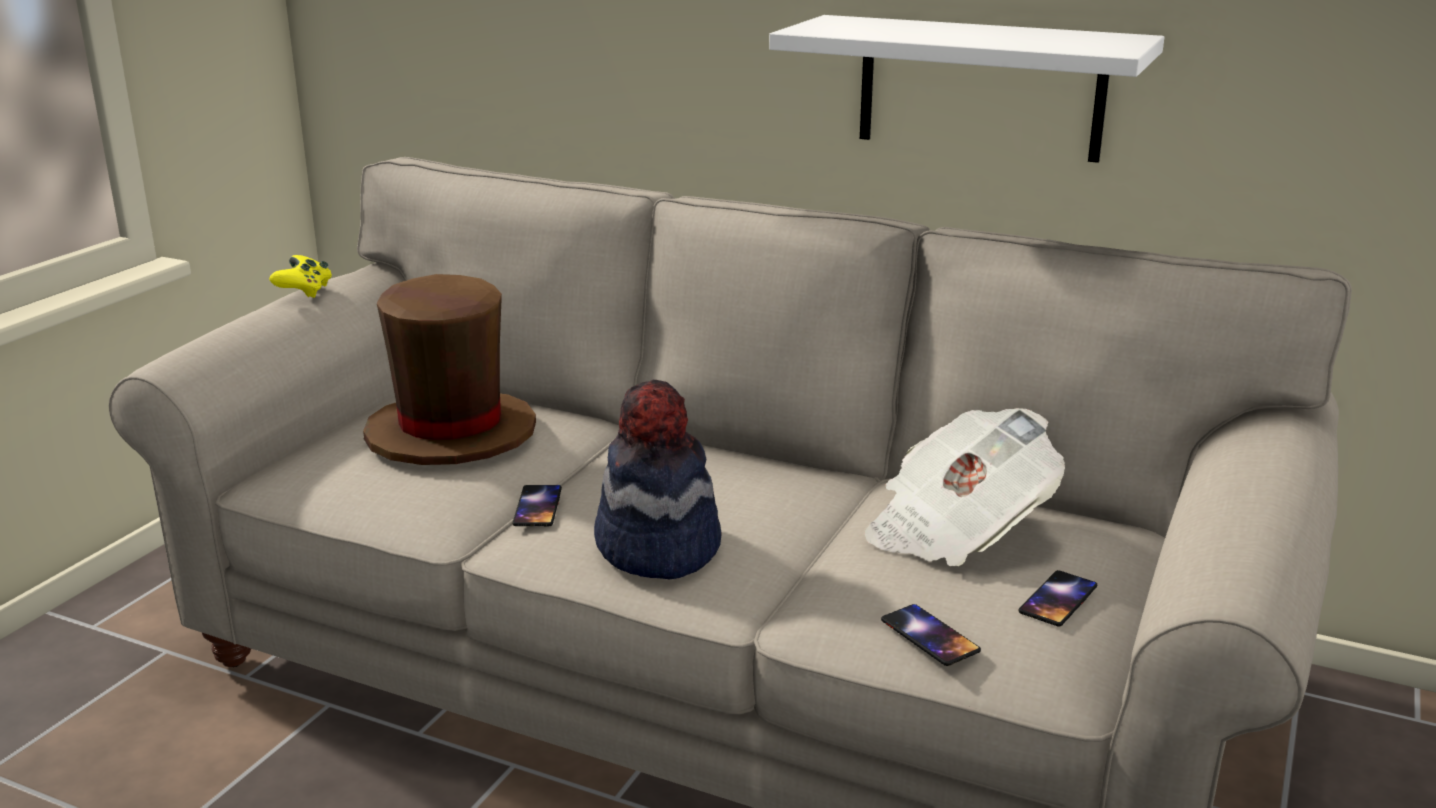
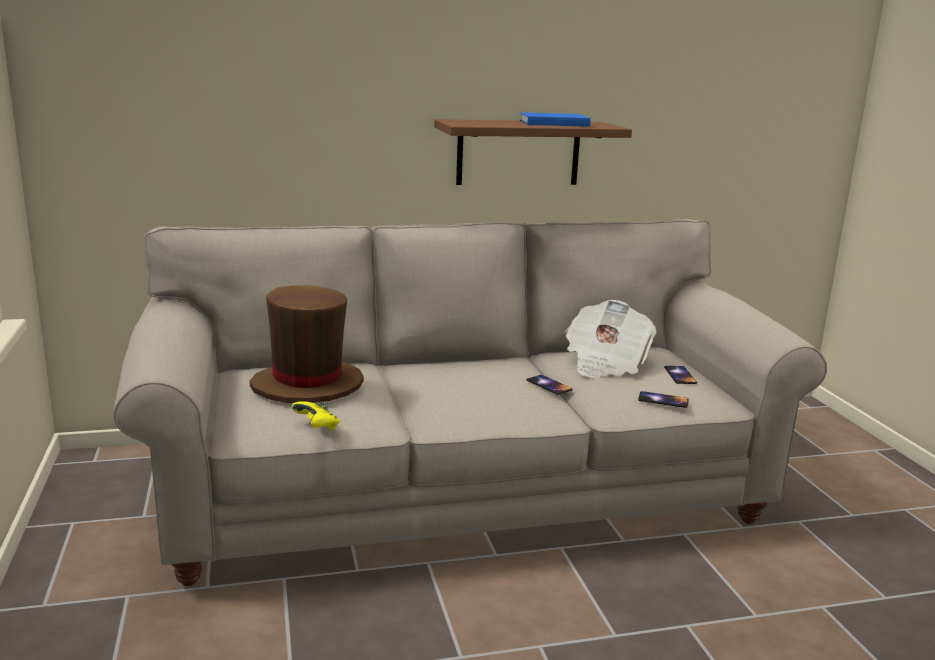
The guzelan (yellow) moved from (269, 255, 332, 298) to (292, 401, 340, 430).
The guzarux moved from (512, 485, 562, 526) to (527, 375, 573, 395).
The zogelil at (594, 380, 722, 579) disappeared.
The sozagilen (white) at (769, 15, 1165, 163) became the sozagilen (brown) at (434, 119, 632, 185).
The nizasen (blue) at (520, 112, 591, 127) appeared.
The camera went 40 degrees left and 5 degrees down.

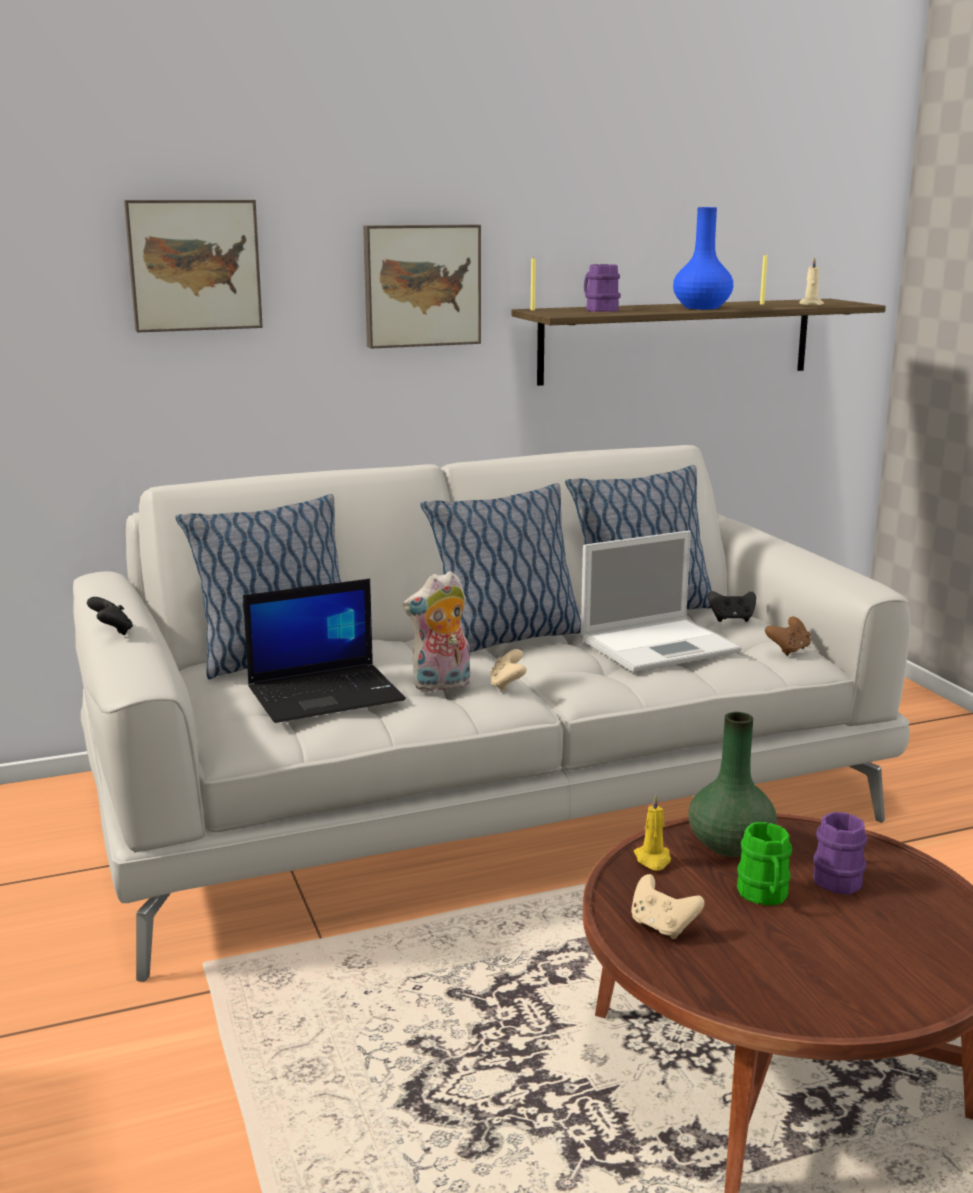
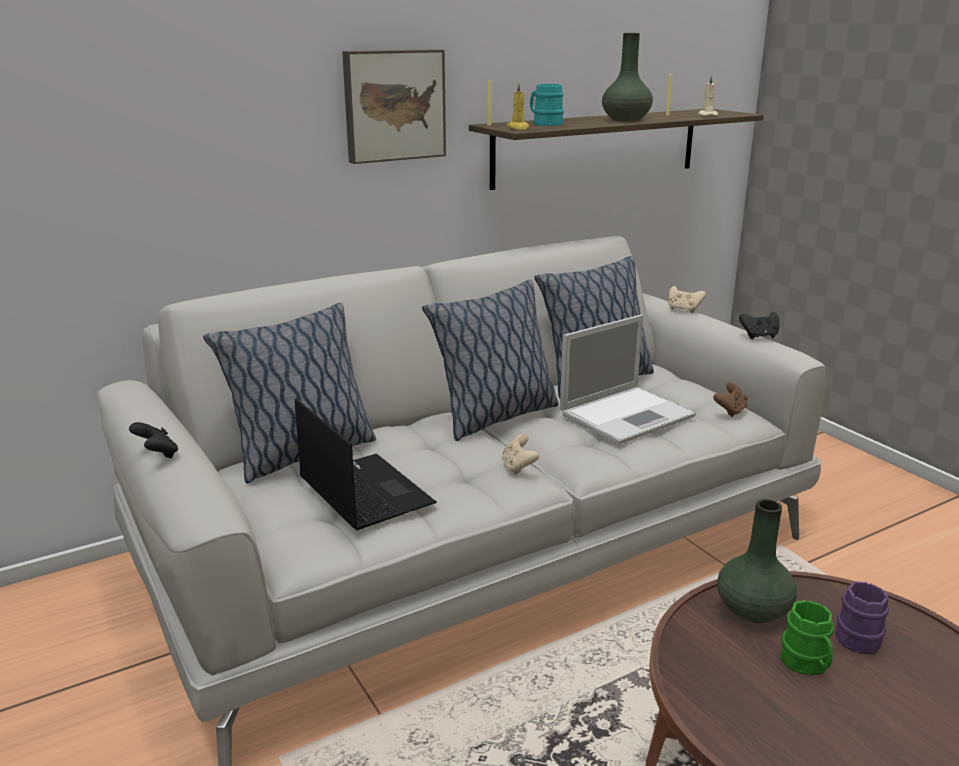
The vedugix at (124, 200, 263, 332) disappeared.
The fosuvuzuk at (243, 579, 406, 723) turned 90 degrees counterclockwise.
The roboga at (403, 571, 471, 692) disappeared.
The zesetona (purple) at (584, 264, 621, 312) became the zesetona (turquoise) at (530, 84, 564, 126).
The guzelan (beige) moved from (631, 874, 705, 939) to (668, 286, 706, 313).
The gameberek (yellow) moved from (634, 795, 671, 870) to (506, 83, 529, 129).
The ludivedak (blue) at (673, 207, 733, 309) became the ludivedak (green) at (602, 33, 653, 122).
The guzelan (black) moved from (708, 591, 756, 622) to (739, 312, 779, 339).
The camera went 10 degrees left and 5 degrees up.

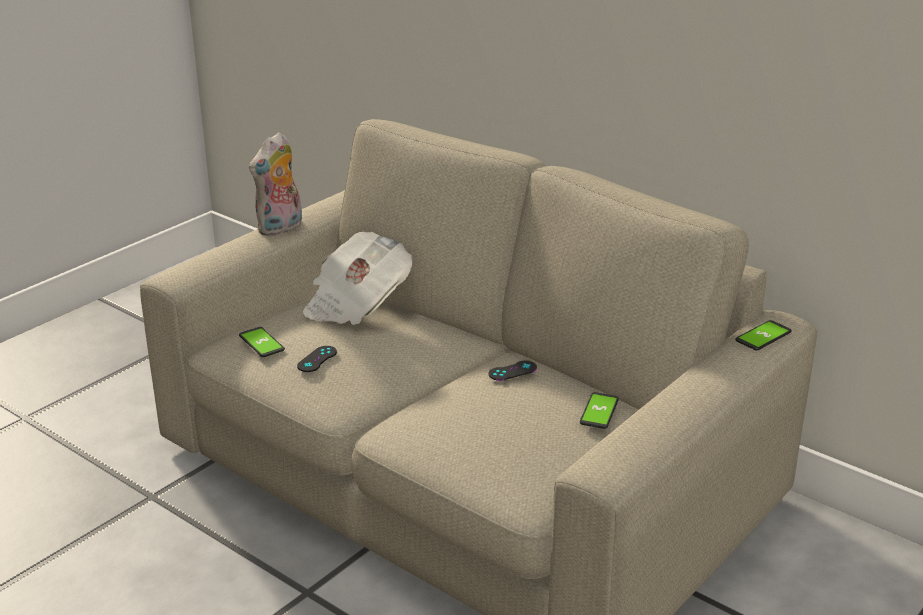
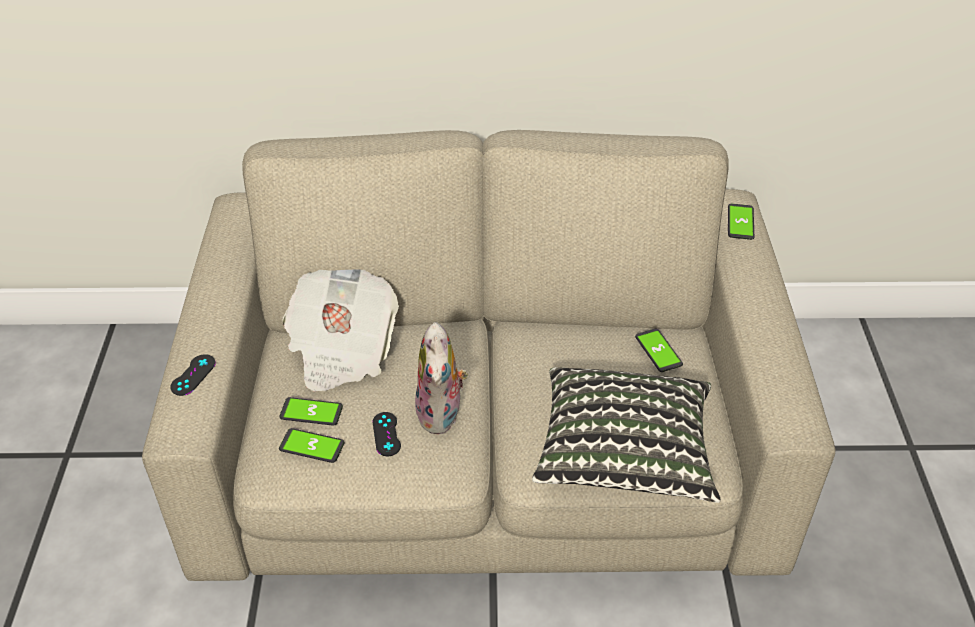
The roboga moved from (249, 132, 302, 236) to (415, 322, 468, 434).
The guzelan (black) moved from (488, 361, 537, 381) to (170, 354, 216, 396).
The guzarux at (279, 397, 343, 426) appeared.
The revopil at (532, 367, 721, 503) appeared.
The camera went 40 degrees left and 15 degrees up.

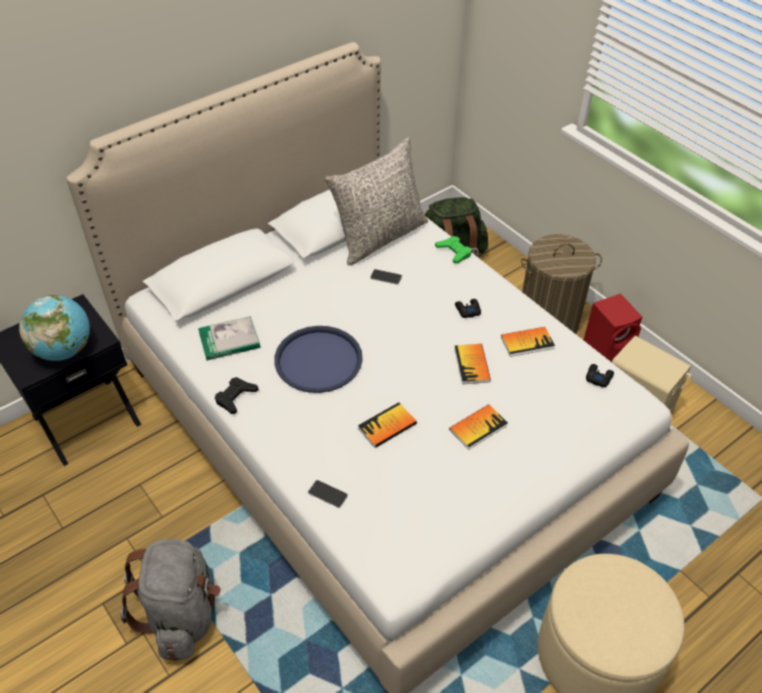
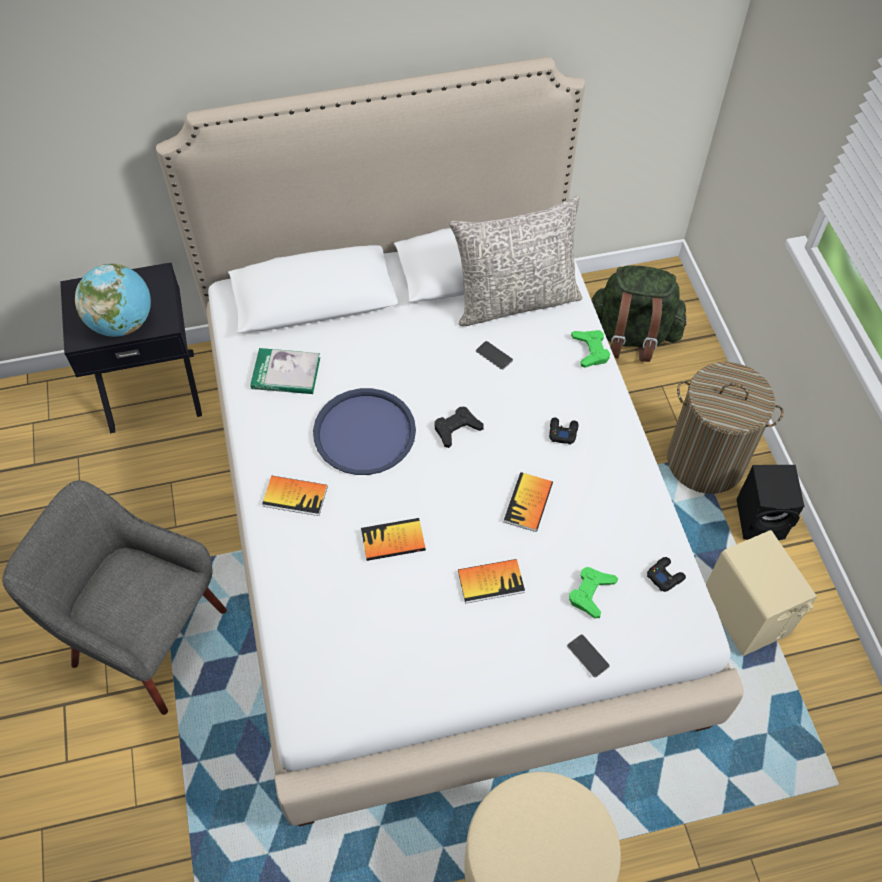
The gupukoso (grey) at (121, 539, 221, 661) was replaced by the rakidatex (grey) at (2, 480, 227, 715).
The guzelan (black) moved from (215, 377, 259, 414) to (434, 407, 484, 448).
The guzarux moved from (308, 480, 348, 508) to (567, 634, 610, 678).
The nizasen moved from (501, 327, 555, 357) to (262, 476, 327, 516).
The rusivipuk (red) at (584, 293, 643, 362) became the rusivipuk (black) at (736, 465, 805, 540).
The guzelan (green) at (569, 567, 618, 618) appeared.
The camera went 25 degrees right and 10 degrees up.

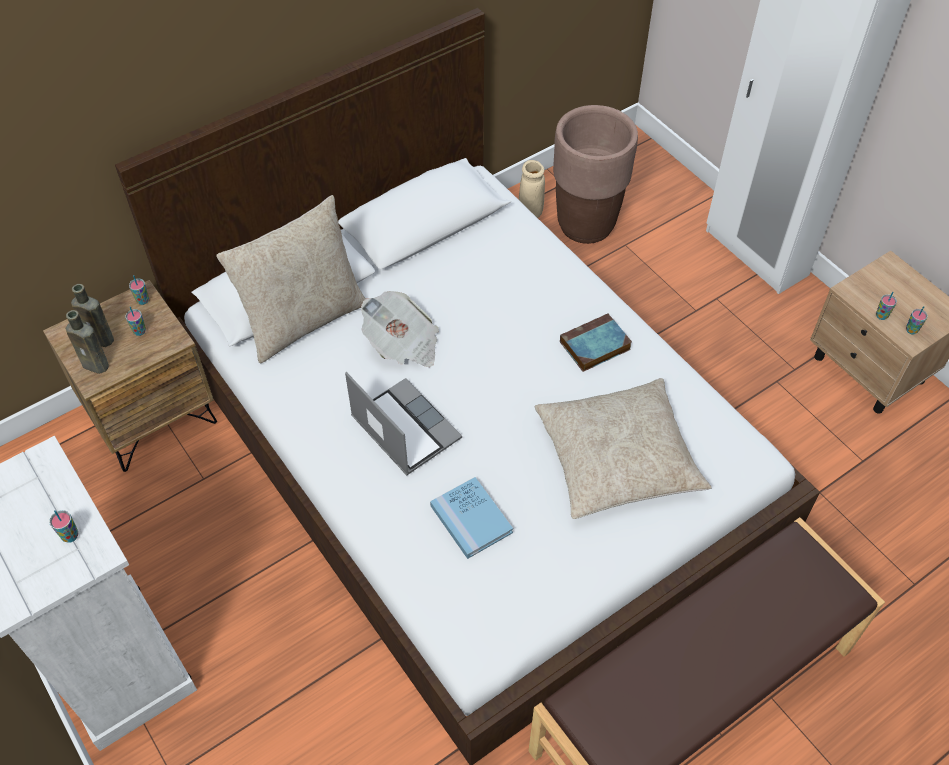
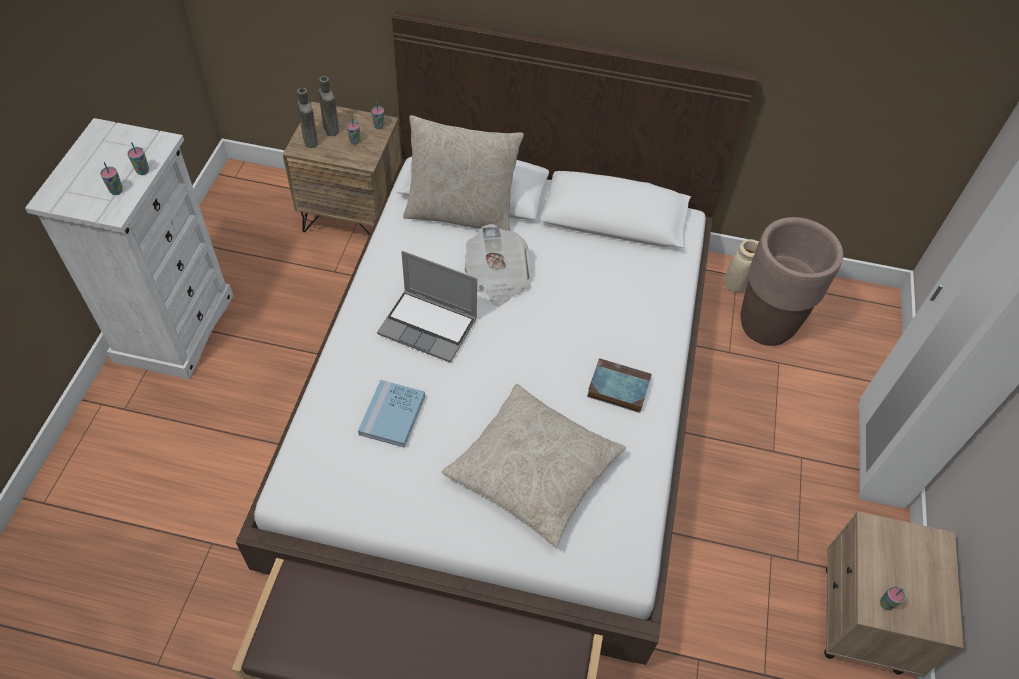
The fosuvuzuk at (345, 372, 462, 476) turned 105 degrees clockwise.
The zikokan moved from (876, 292, 897, 320) to (127, 142, 149, 175).
The camera went 45 degrees right and 0 degrees up.

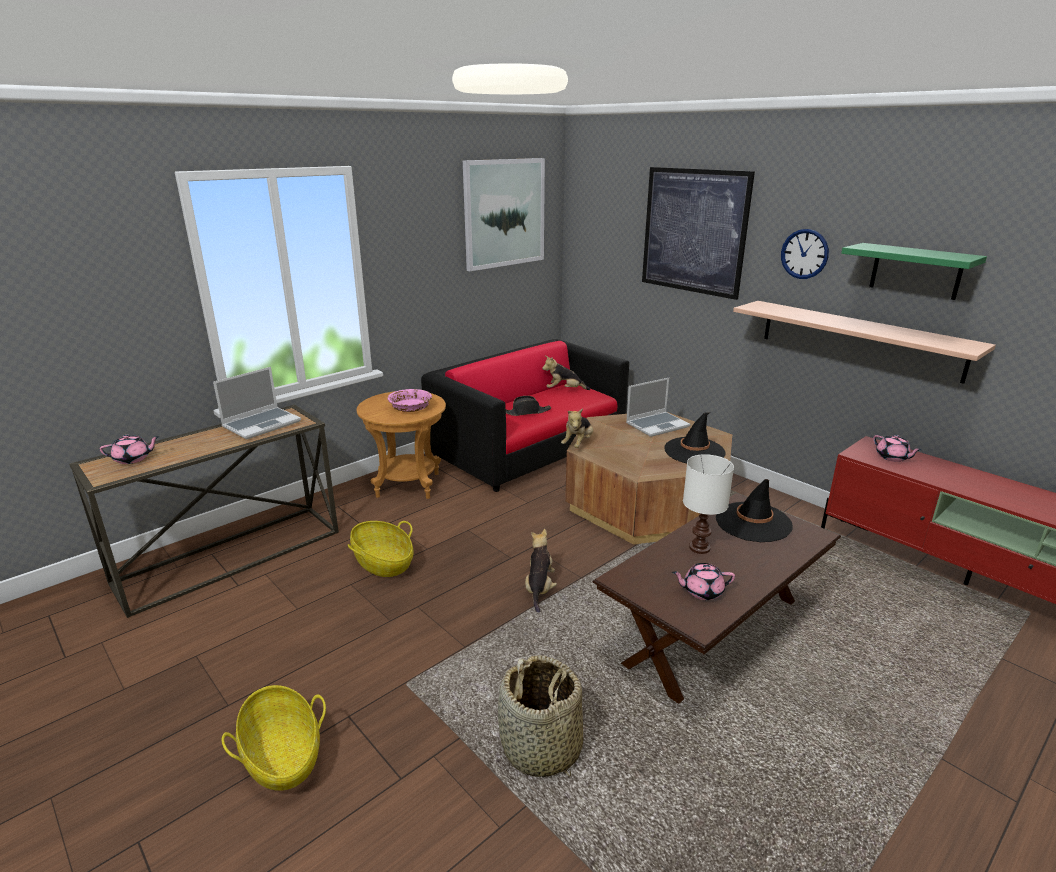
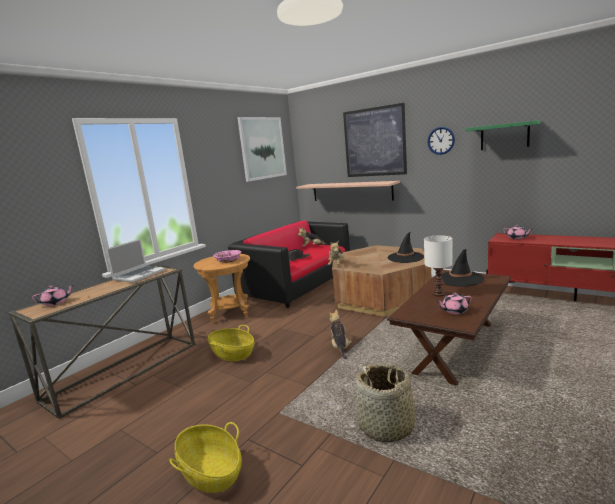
The fosuvuzuk at (626, 378, 690, 437) disappeared.
The sozagilen moved from (733, 301, 996, 384) to (296, 181, 400, 201).
The camera went 10 degrees left and 10 degrees down.

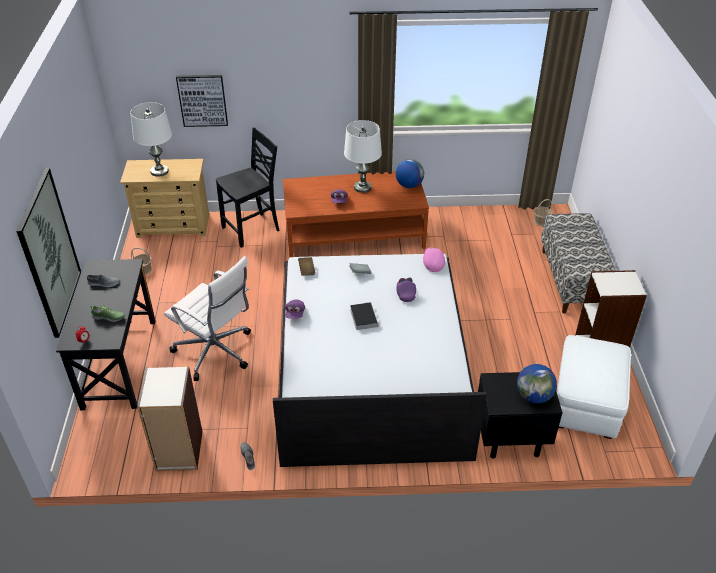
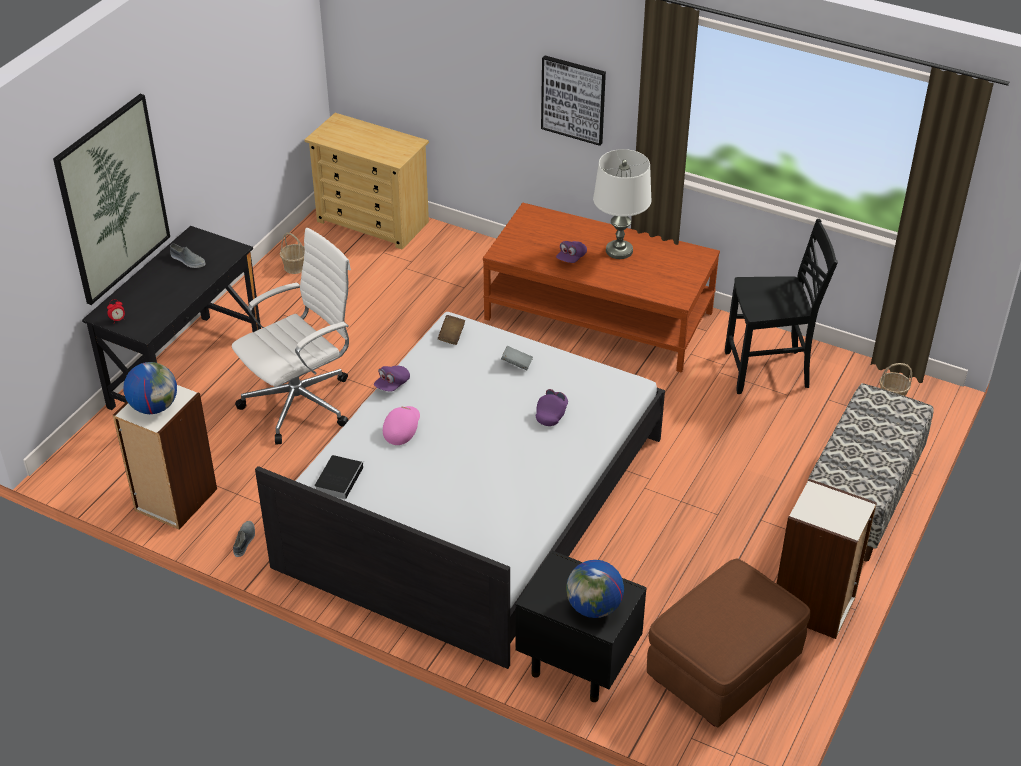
The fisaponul at (90, 305, 125, 322) disappeared.
The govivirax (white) at (130, 102, 172, 177) disappeared.
The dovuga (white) at (164, 256, 251, 381) turned 105 degrees counterclockwise.
The vedugix moved from (176, 75, 228, 127) to (541, 56, 606, 146).
The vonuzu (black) moved from (216, 127, 280, 248) to (725, 219, 838, 394).
The nizasen moved from (350, 302, 378, 330) to (314, 455, 365, 500).
The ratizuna moved from (395, 159, 424, 188) to (123, 362, 177, 414).
The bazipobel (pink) moved from (423, 248, 445, 272) to (383, 406, 420, 445).
The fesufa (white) at (557, 335, 631, 439) became the fesufa (brown) at (647, 559, 810, 727).
The camera went 30 degrees right and 0 degrees up.

